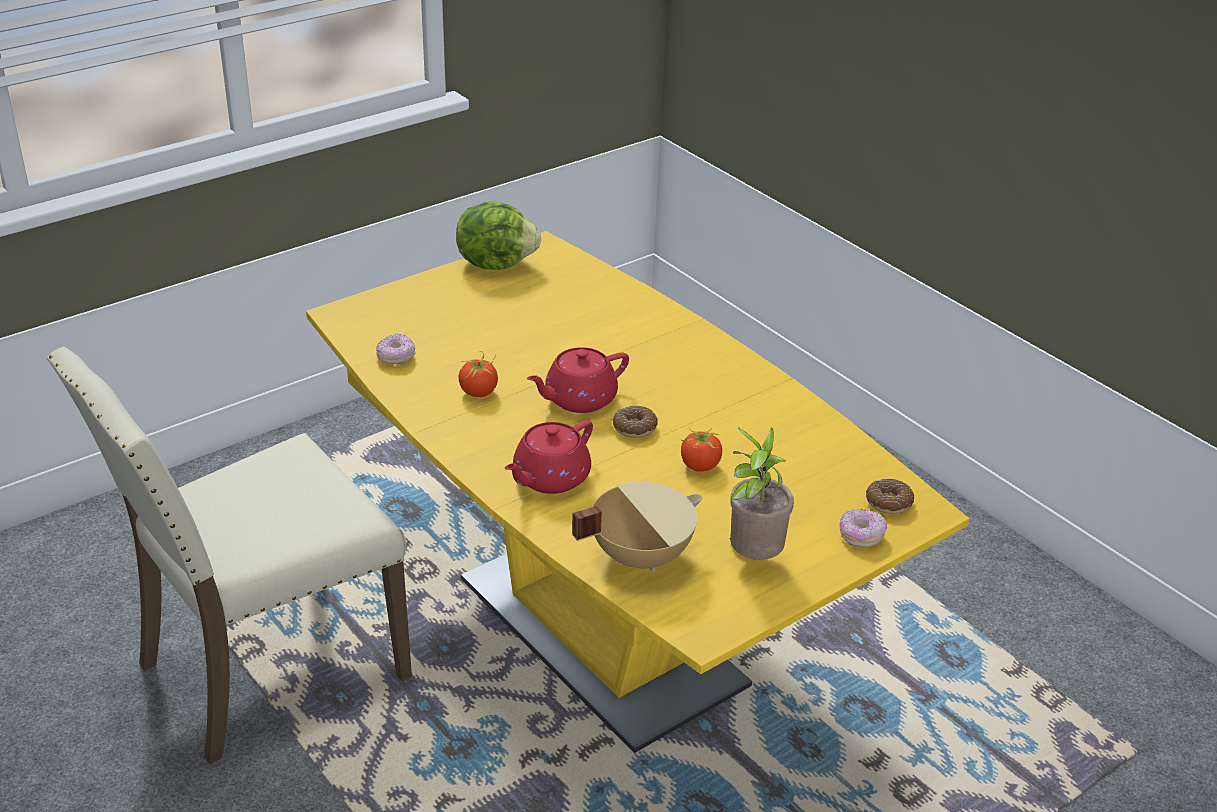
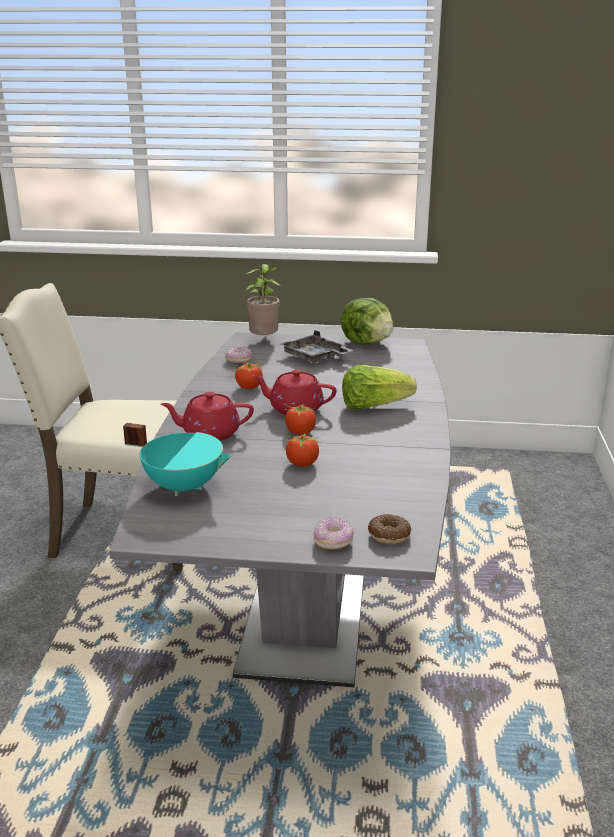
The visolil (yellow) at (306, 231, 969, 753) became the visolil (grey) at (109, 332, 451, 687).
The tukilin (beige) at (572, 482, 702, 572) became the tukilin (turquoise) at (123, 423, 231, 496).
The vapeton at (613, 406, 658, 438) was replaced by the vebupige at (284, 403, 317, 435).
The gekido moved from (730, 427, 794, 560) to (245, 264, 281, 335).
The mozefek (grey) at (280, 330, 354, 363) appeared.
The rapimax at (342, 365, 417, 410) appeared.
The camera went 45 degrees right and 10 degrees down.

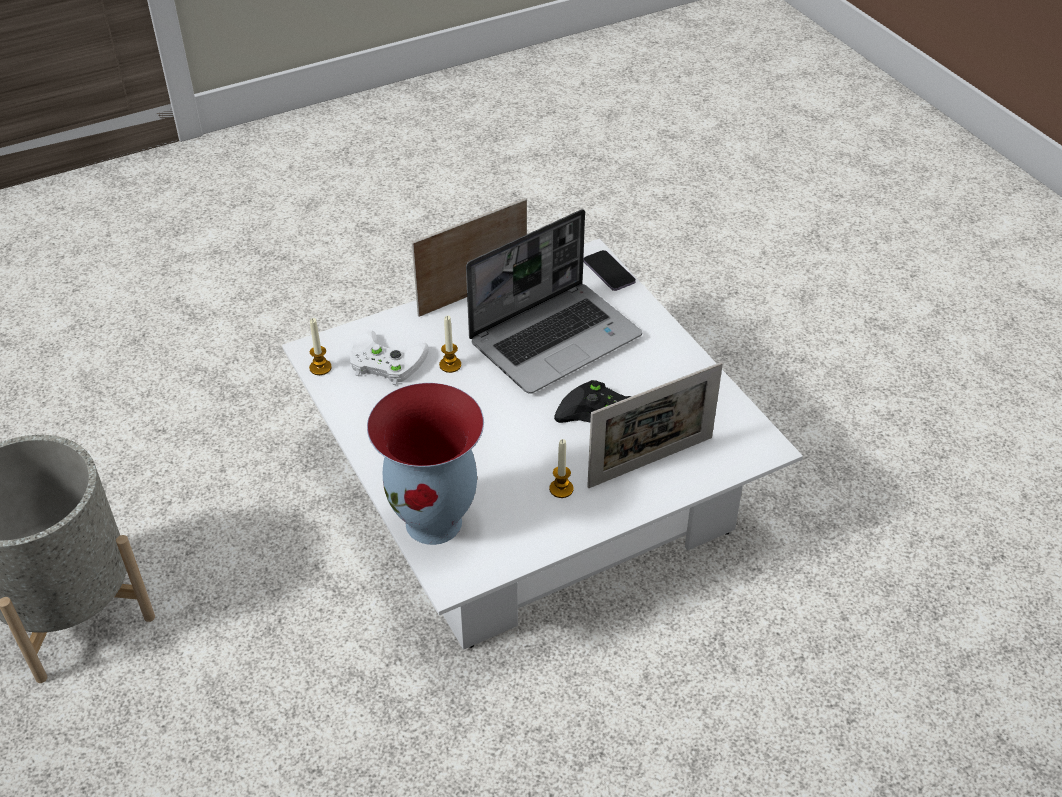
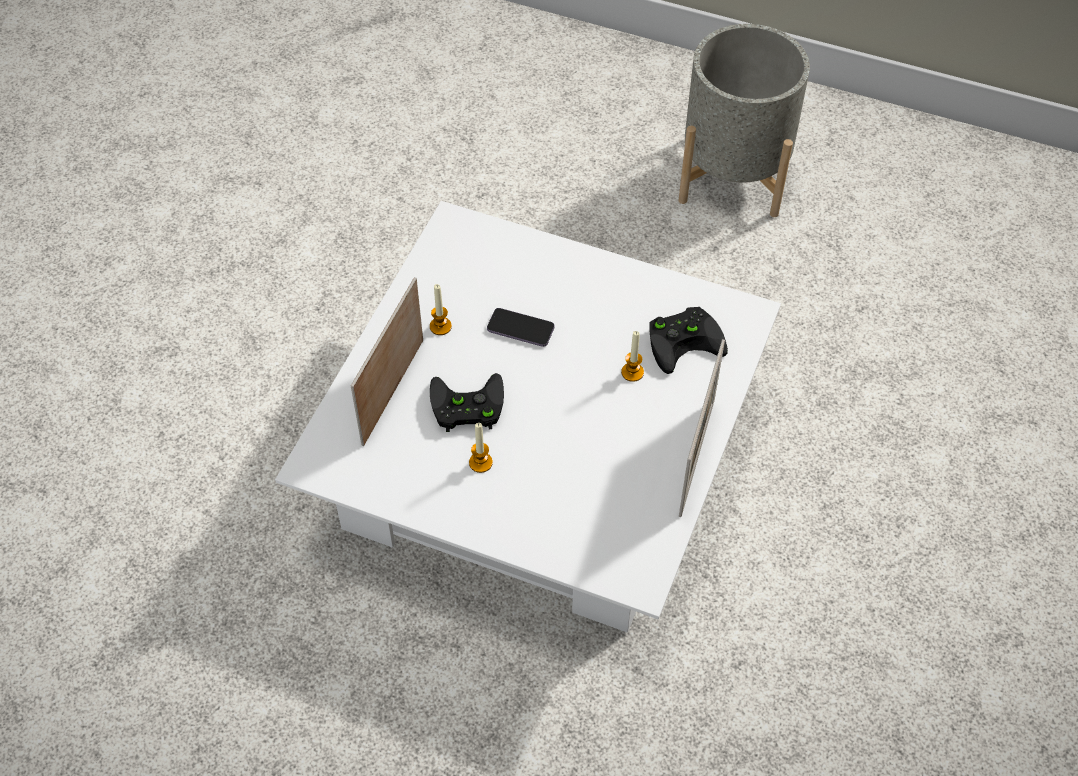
The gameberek moved from (309, 318, 332, 375) to (469, 423, 493, 473).
The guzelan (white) at (350, 330, 429, 385) became the guzelan (black) at (649, 307, 728, 374).
The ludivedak at (367, 383, 484, 545) disappeared.
The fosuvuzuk at (466, 209, 642, 394) disappeared.
The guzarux moved from (583, 250, 636, 291) to (487, 308, 555, 347).
The camera went 140 degrees right and 10 degrees up.

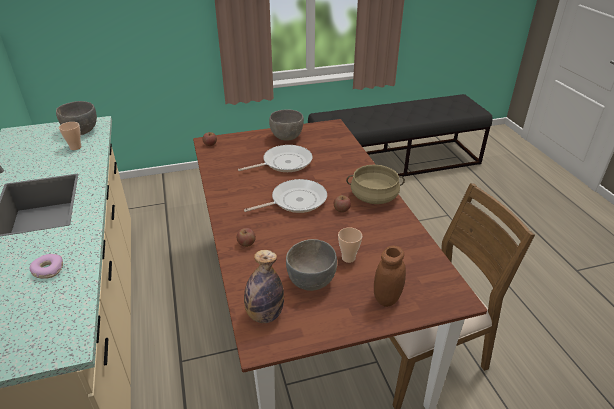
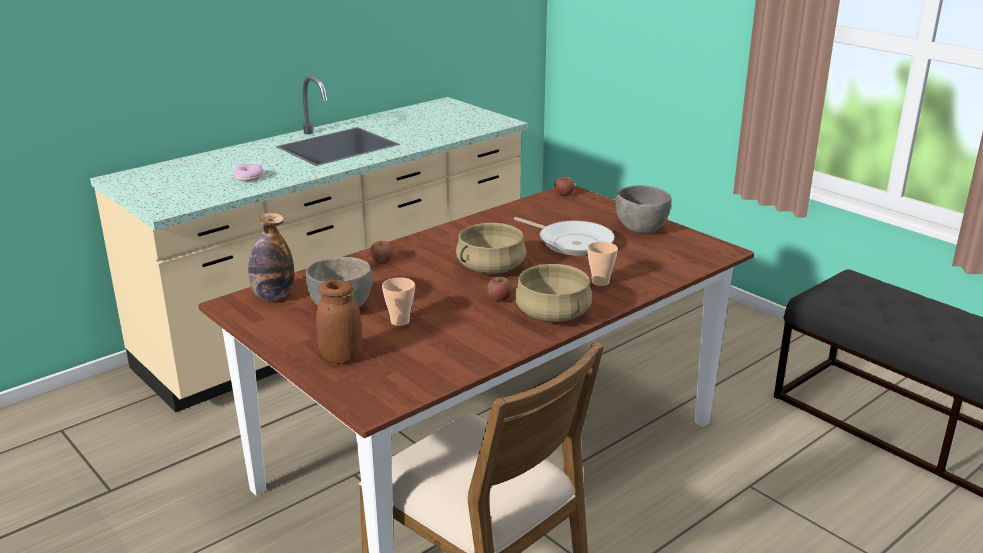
The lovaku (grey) at (56, 101, 97, 135) disappeared.
The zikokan moved from (59, 122, 82, 150) to (587, 241, 618, 286).
The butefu at (244, 179, 327, 213) was replaced by the tukilin (beige) at (456, 223, 526, 274).
The camera went 65 degrees right and 10 degrees down.

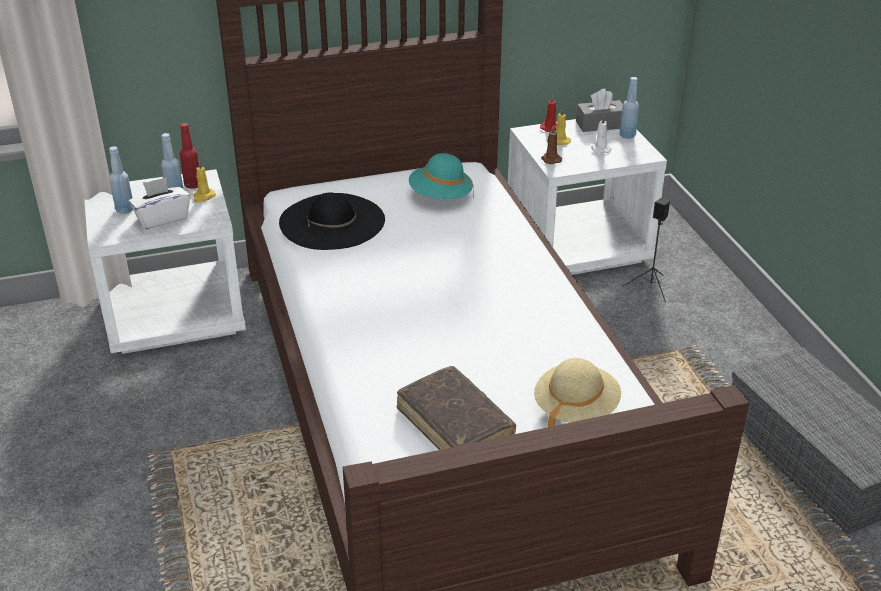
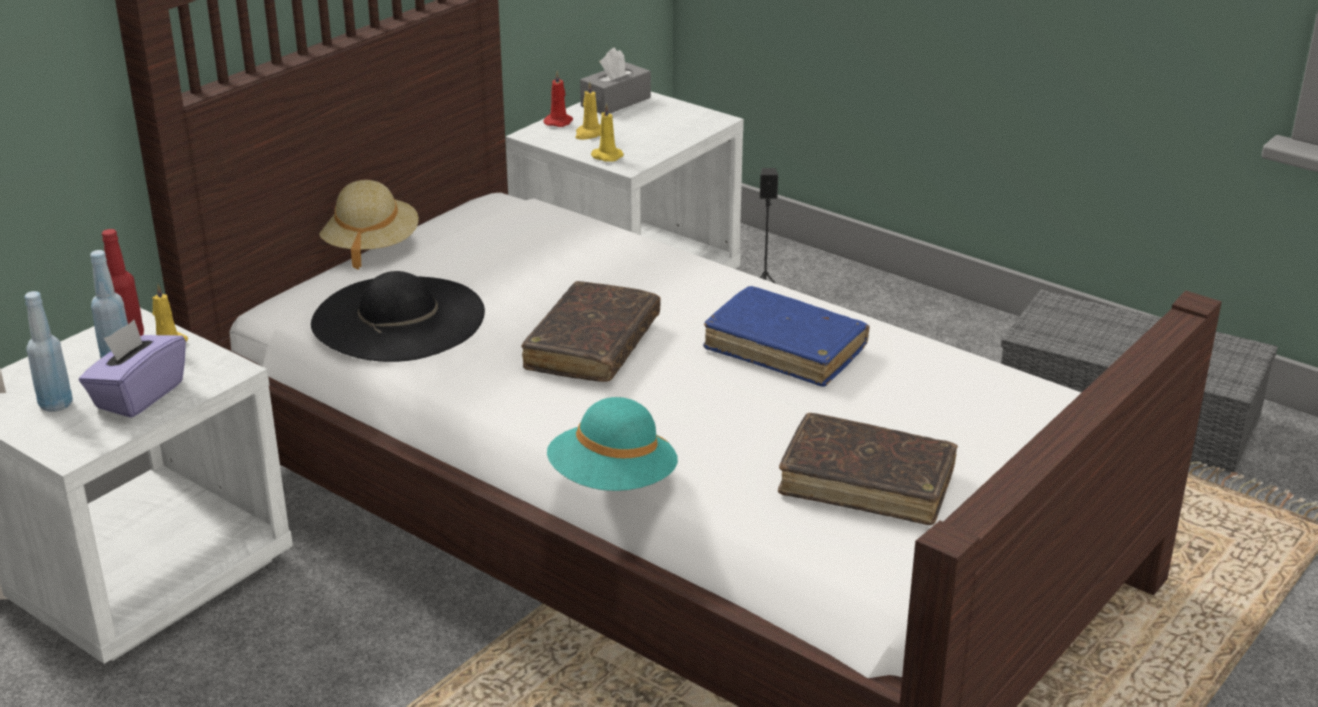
The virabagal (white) at (129, 177, 190, 230) became the virabagal (purple) at (79, 320, 186, 418).
The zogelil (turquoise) moved from (409, 153, 474, 199) to (547, 397, 678, 491).
The zogelil (beige) moved from (534, 358, 621, 427) to (319, 180, 419, 270).
The gameberek (brown) at (541, 125, 562, 164) became the gameberek (yellow) at (591, 103, 624, 162).
The gameberek (white) at (591, 116, 611, 154) disappeared.
The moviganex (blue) at (619, 77, 639, 139) disappeared.
The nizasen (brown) at (521, 281, 660, 382) appeared.
The nizasen (blue) at (703, 286, 870, 387) appeared.
The camera went 35 degrees left and 5 degrees down.

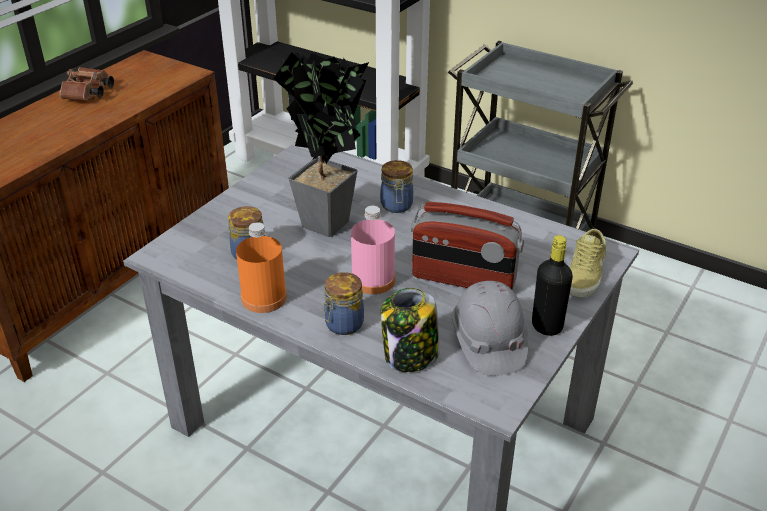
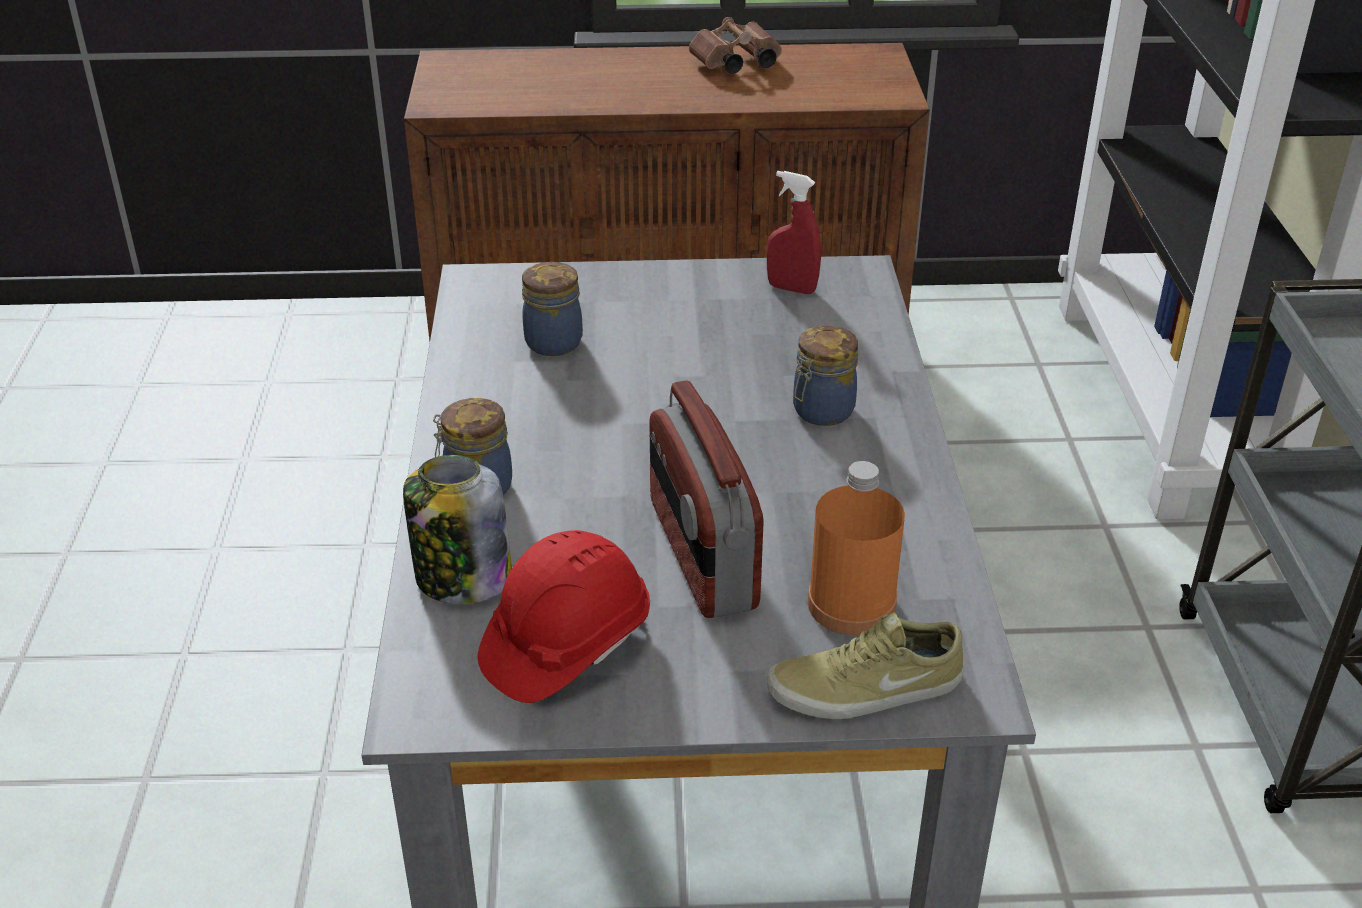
The moviganex (orange) moved from (236, 222, 287, 313) to (808, 461, 905, 635).
The gekido at (273, 52, 369, 237) disappeared.
The moviganex (pink) at (351, 206, 395, 294) disappeared.
The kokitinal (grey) at (452, 281, 528, 376) became the kokitinal (red) at (478, 530, 650, 703).
The moviganex (black) at (532, 235, 573, 336) disappeared.
The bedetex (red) at (767, 171, 821, 294) appeared.
The camera went 55 degrees right and 0 degrees up.

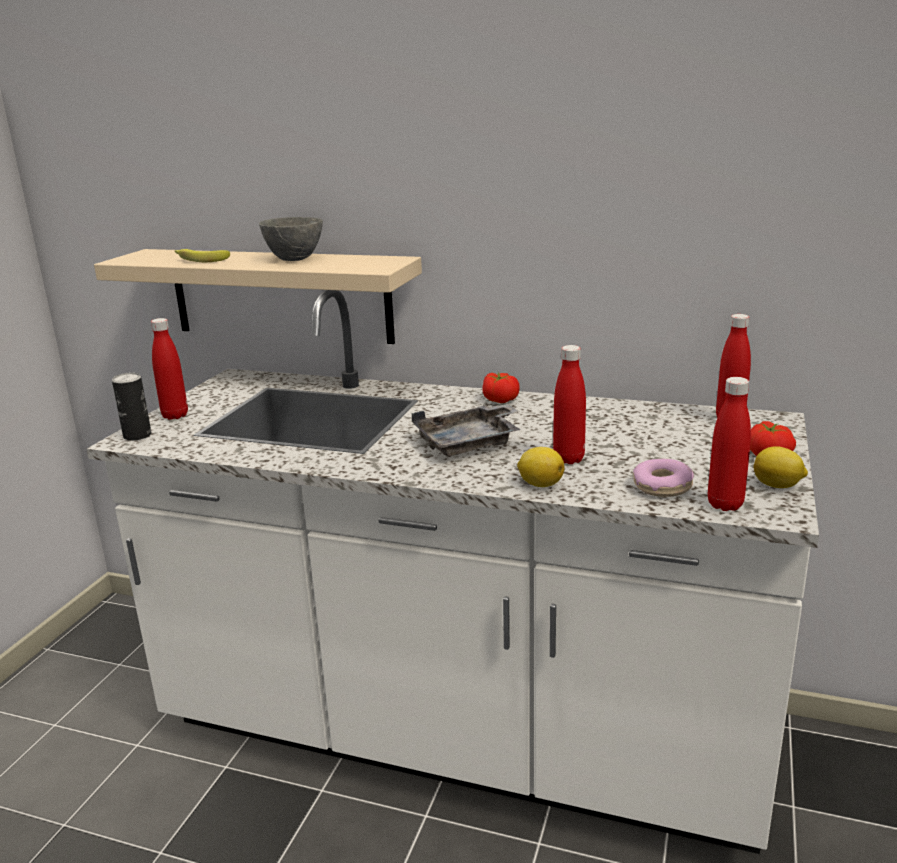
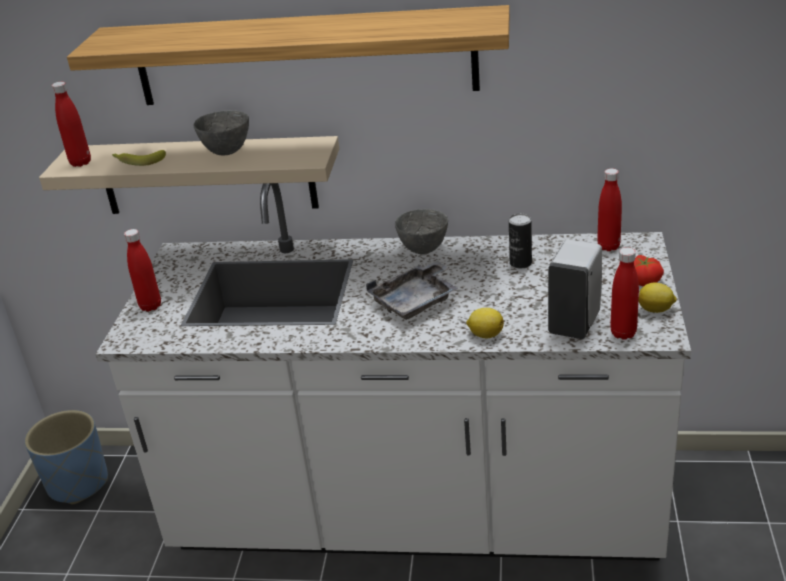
The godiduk moved from (112, 373, 152, 441) to (509, 214, 532, 269).
The vebupige at (482, 373, 520, 403) was replaced by the lovaku (grey) at (395, 209, 448, 254).
The moviganex (red) moved from (553, 345, 586, 464) to (51, 82, 91, 167).
The vapeton at (633, 459, 694, 497) was replaced by the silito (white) at (548, 240, 602, 339).
The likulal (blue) at (25, 410, 108, 505) appeared.
The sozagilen at (67, 5, 510, 105) appeared.
The camera went 10 degrees left and 10 degrees up.

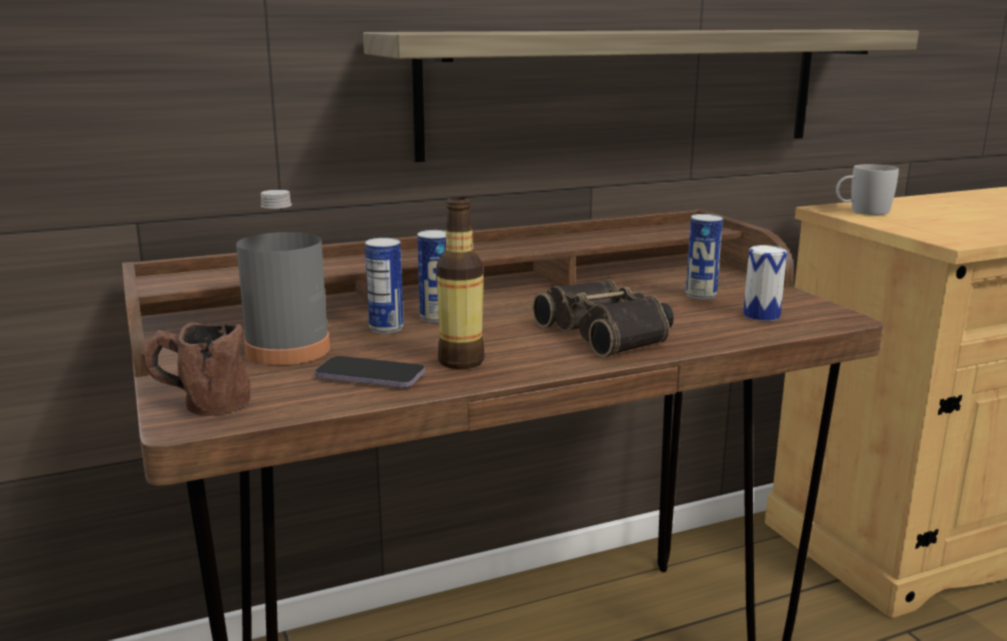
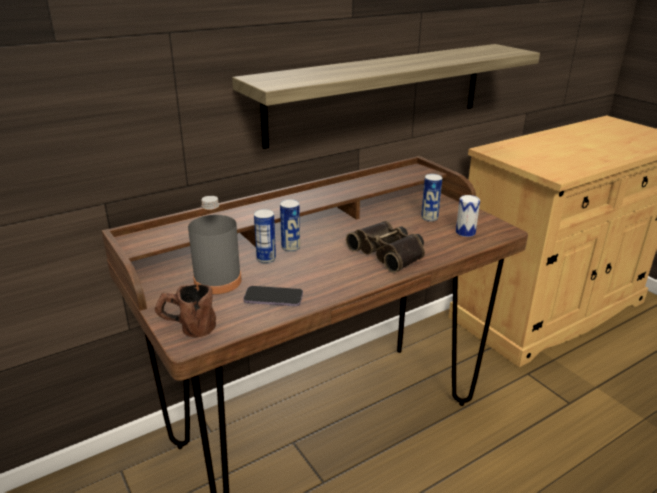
The moviganex at (437, 197, 485, 369) disappeared.
The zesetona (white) at (836, 164, 899, 215) disappeared.
The camera went 10 degrees left and 10 degrees up.

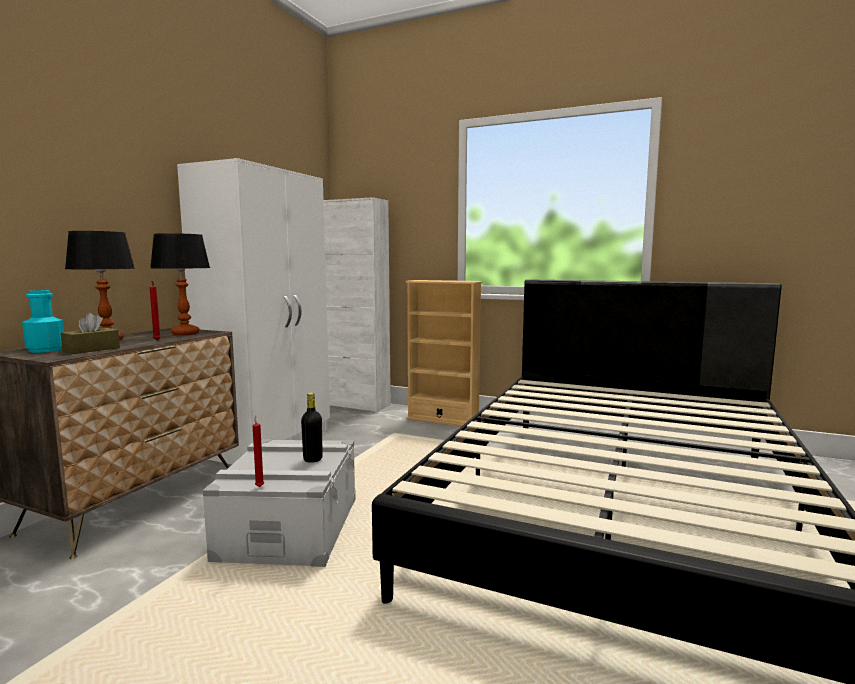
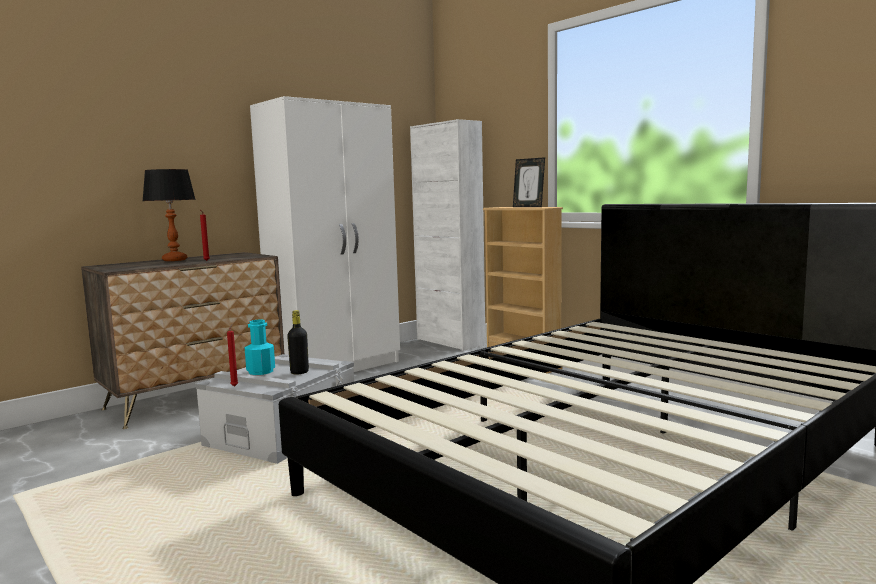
The moviganex (turquoise) moved from (22, 290, 64, 353) to (244, 320, 275, 375).
The virabagal (brown) at (61, 313, 120, 354) disappeared.
The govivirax at (150, 233, 210, 335) disappeared.
The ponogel at (513, 157, 545, 207) appeared.
The camera went 25 degrees right and 0 degrees up.

